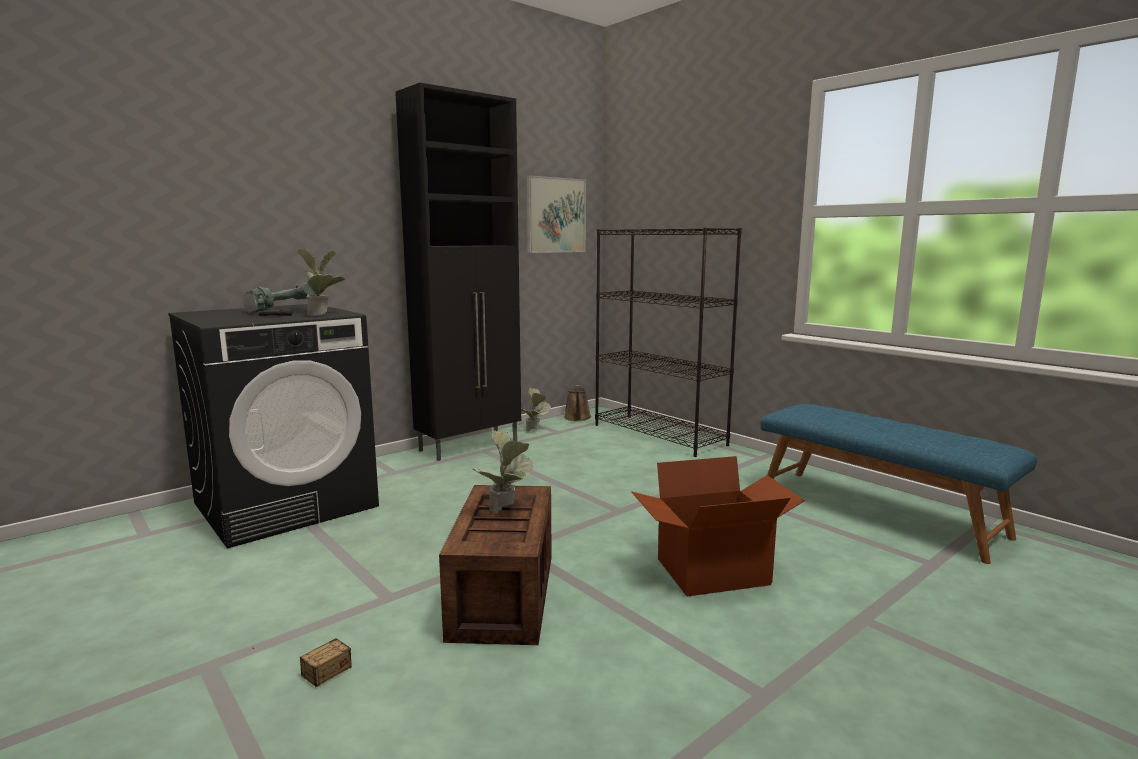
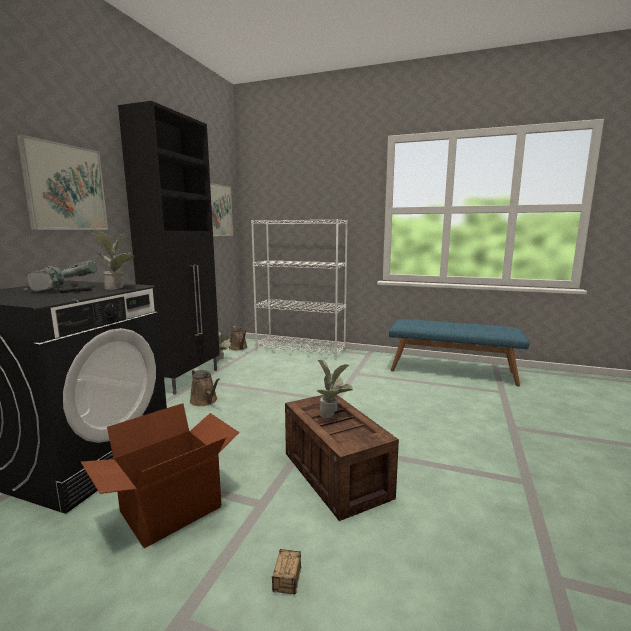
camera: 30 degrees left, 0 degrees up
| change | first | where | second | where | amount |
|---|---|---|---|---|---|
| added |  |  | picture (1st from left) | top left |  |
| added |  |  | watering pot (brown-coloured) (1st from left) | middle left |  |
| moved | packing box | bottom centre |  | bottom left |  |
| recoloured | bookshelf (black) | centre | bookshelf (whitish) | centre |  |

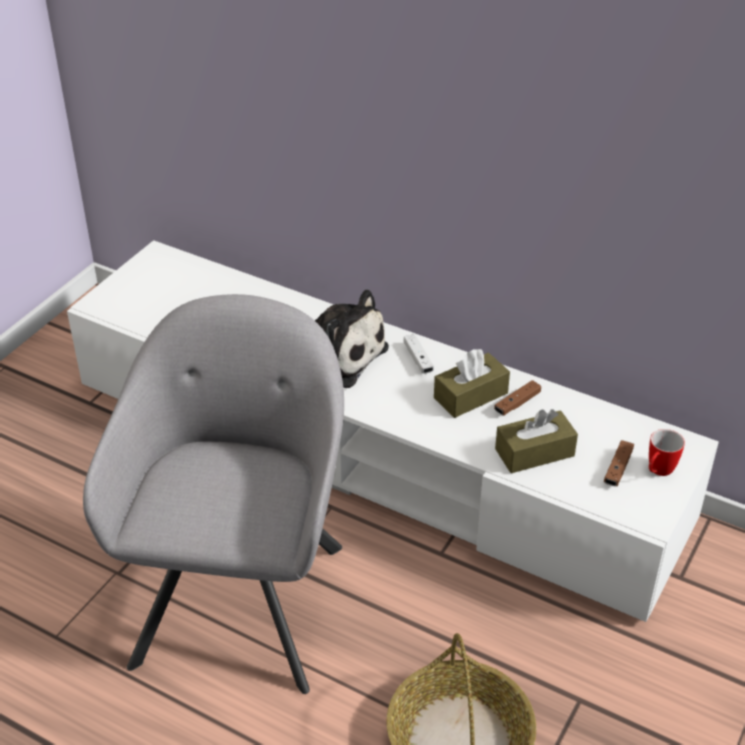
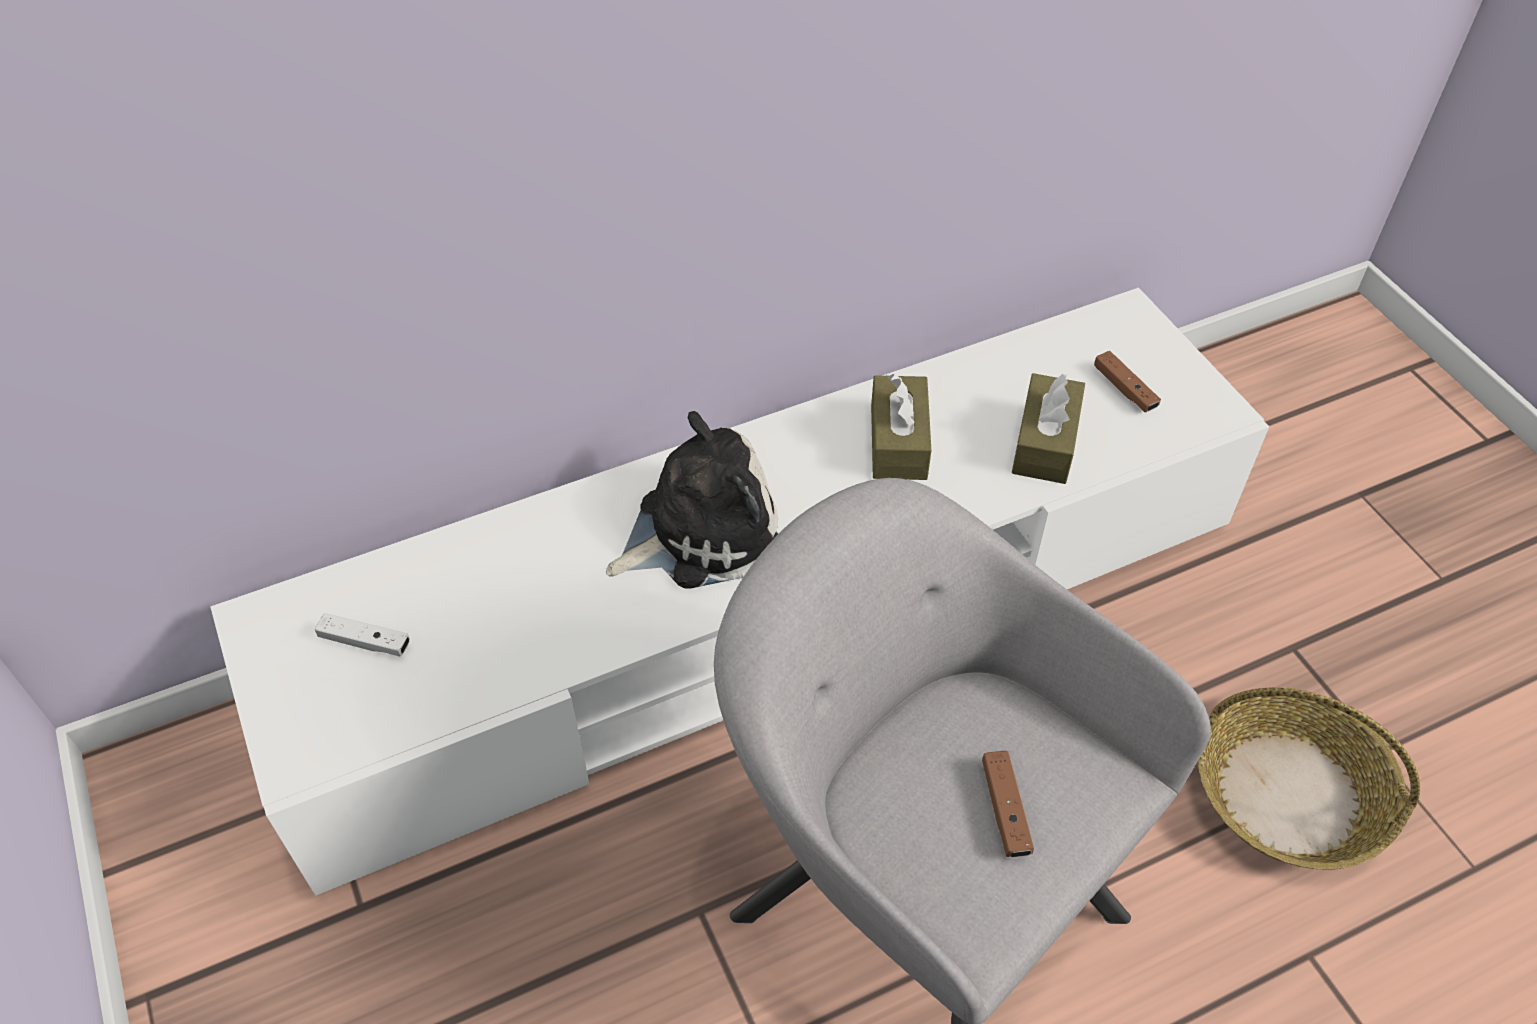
camera: 55 degrees left, 10 degrees up
| change | first | where | second | where | amount |
|---|---|---|---|---|---|
| removed | mug | middle right |  |  |  |
| moved | gamepad (whitish) | centre |  | middle left |  |
| moved | gamepad (brown-coloured) (1st from left) | middle right |  | bottom centre |  |

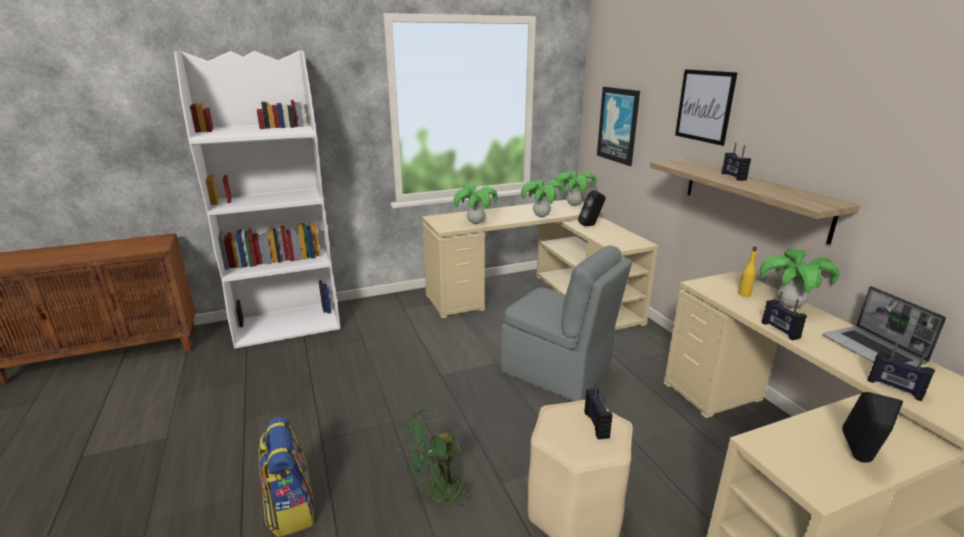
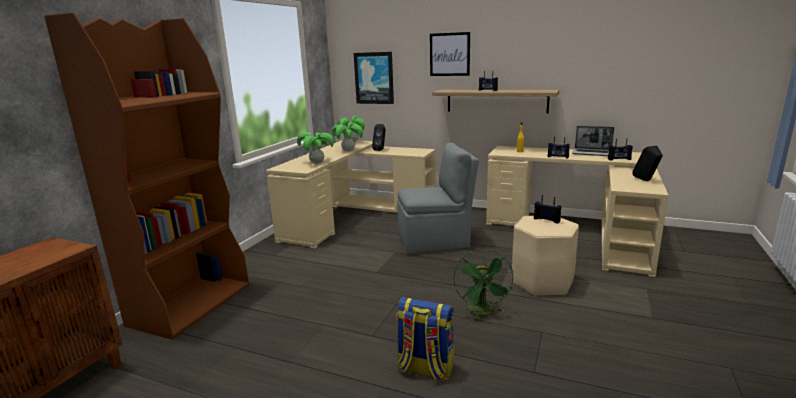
camera: 45 degrees left, 5 degrees down
| change | first | where | second | where | amount |
|---|---|---|---|---|---|
| removed | plant in a pot (4th from left) | middle right |  |  |  |
| recoloured | bookshelf (whitish) | middle left | bookshelf (brown-coloured) | middle left |  |

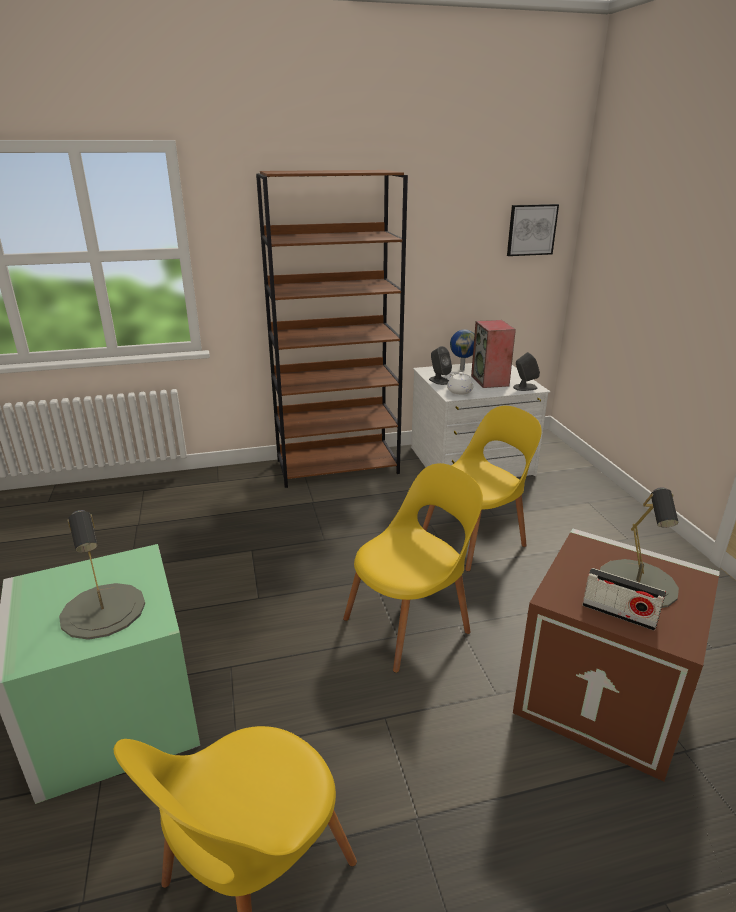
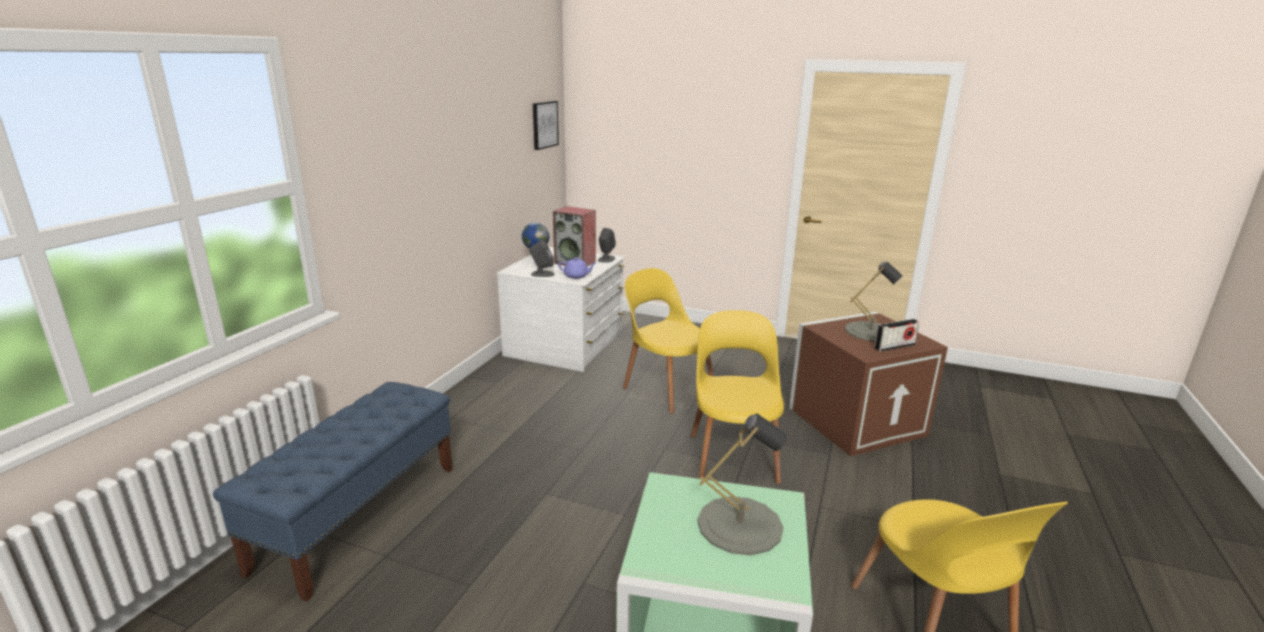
camera: 55 degrees left, 5 degrees down
| change | first | where | second | where | amount |
|---|---|---|---|---|---|
| removed | bookshelf (brown-coloured) | centre |  |  |  |
| added |  |  | long seat (blue) | bottom left |  |
| recoloured | teapot (whitish) | centre | teapot (purple-coloured) | centre |  |
| turned | upright chair (yellowish) (3rd from left in the first image) | centre | upright chair (yellowish) (1st from left) | centre | 45 degrees counterclockwise |

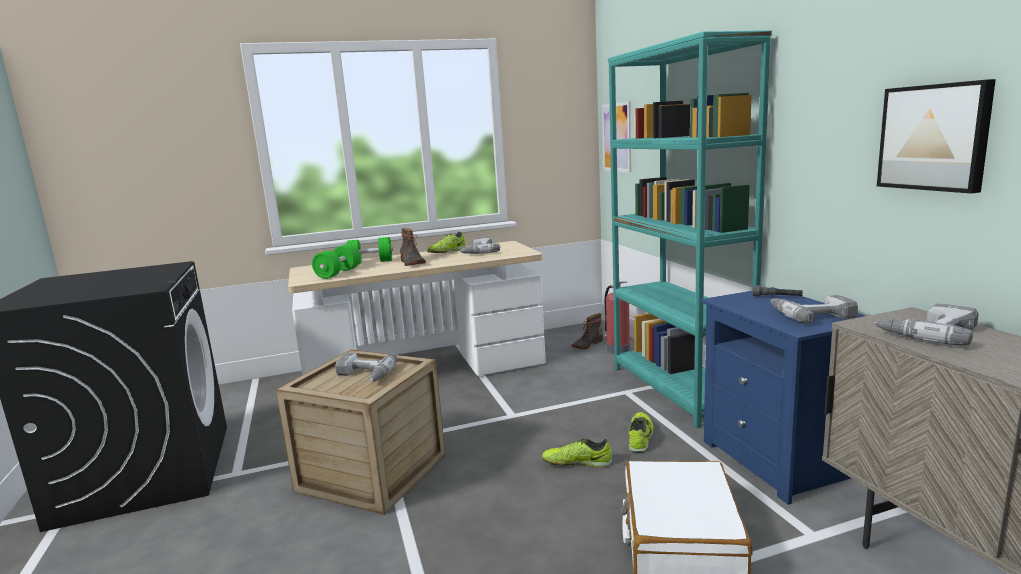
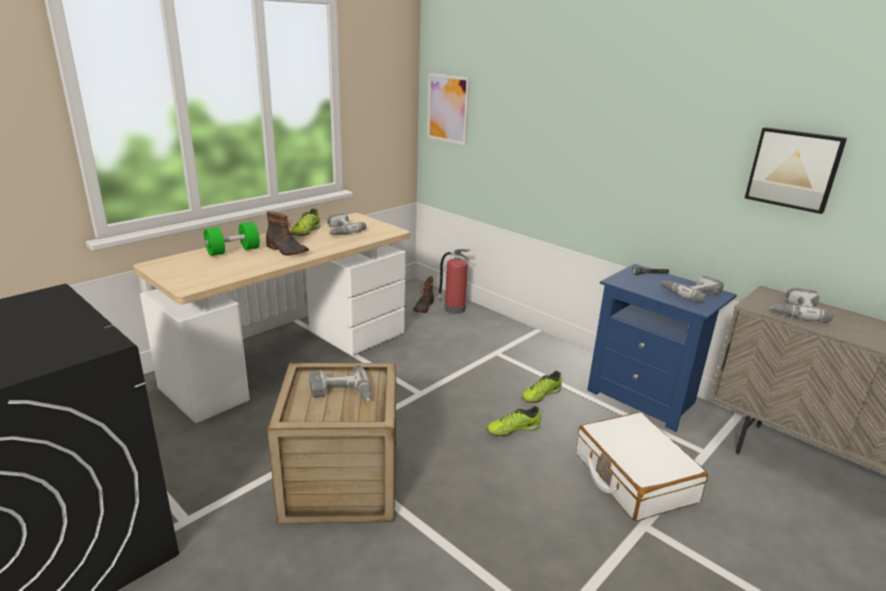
camera: 30 degrees left, 10 degrees up
| change | first | where | second | where | amount |
|---|---|---|---|---|---|
| removed | hand weight (green-coloured) (1st from left) | middle left |  |  |  |
| removed | bookshelf (blue-green) | middle right |  |  |  |
| turned | shoe (3rd from left) | bottom centre |  | centre | 120 degrees counterclockwise |

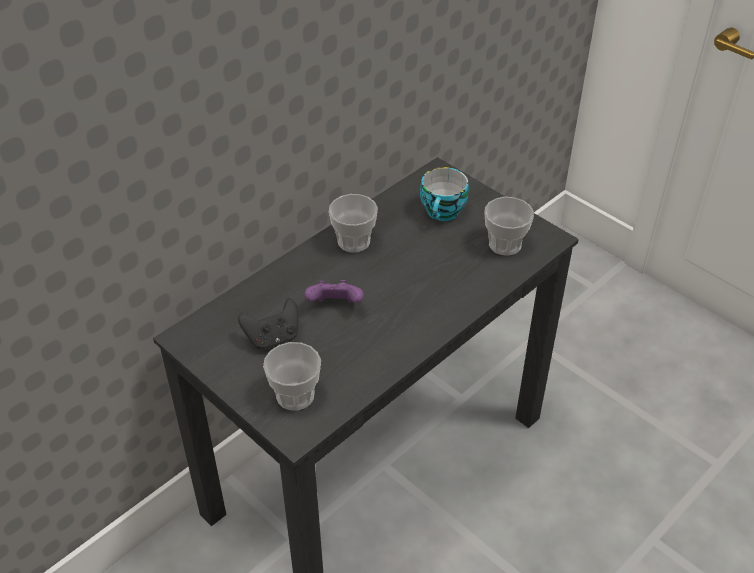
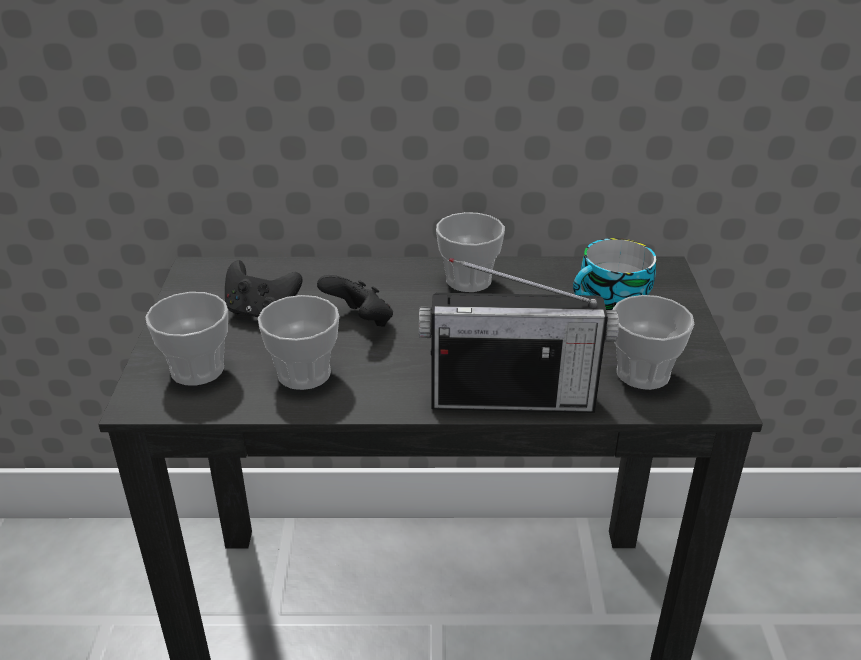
camera: 45 degrees right, 10 degrees down
| change | first | where | second | where | amount |
|---|---|---|---|---|---|
| added |  |  | small cup (2nd from left) | centre |  |
| added |  |  | radio receiver | centre |  |
| recoloured | gamepad (purple-coloured) | centre | gamepad (black) (2nd from left) | centre |  |

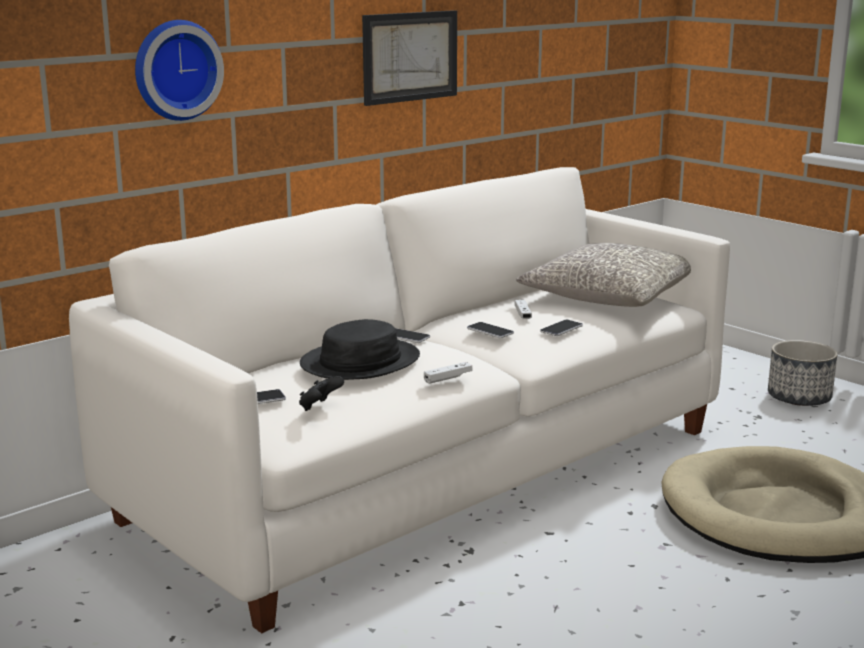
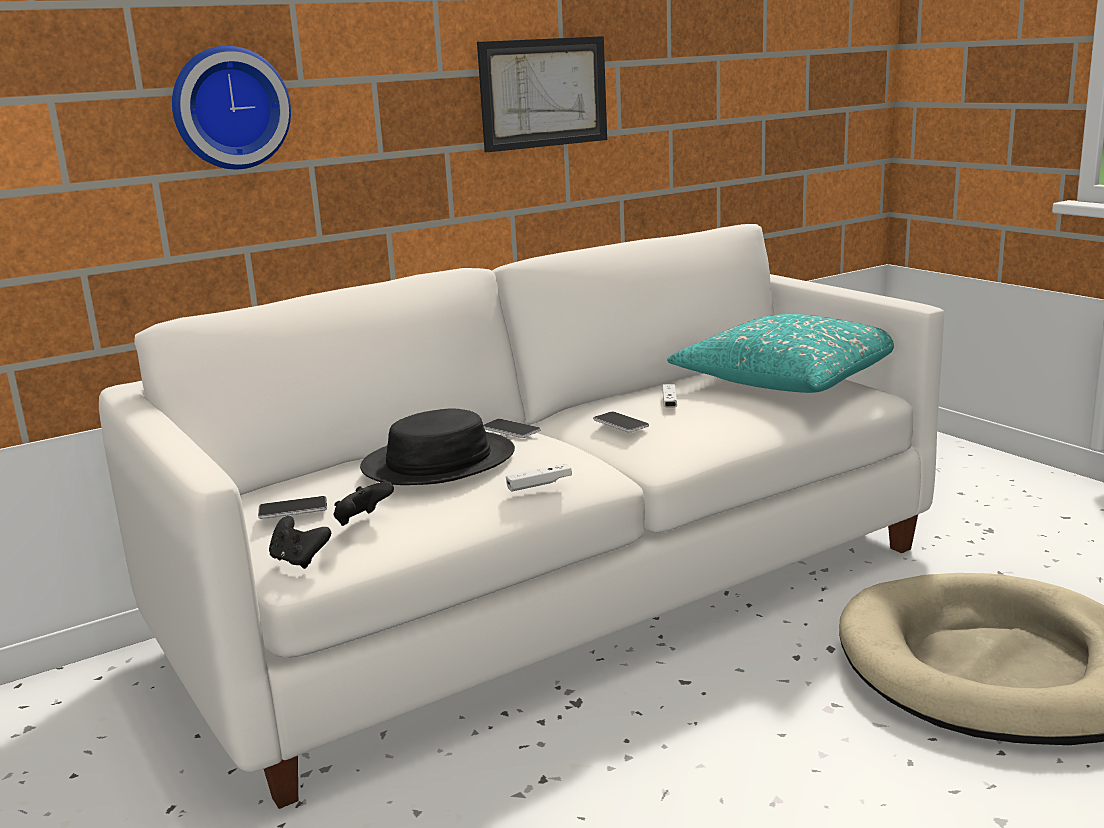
camera: 10 degrees right, 0 degrees up
| change | first | where | second | where | amount |
|---|---|---|---|---|---|
| removed | handset (4th from left) | centre |  |  |  |
| removed | plant pot | middle right |  |  |  |
| added |  |  | gamepad (black) (1st from left) | middle left |  |
| recoloured | cushion (greyish) | middle right | cushion (blue-green) | middle right |  |

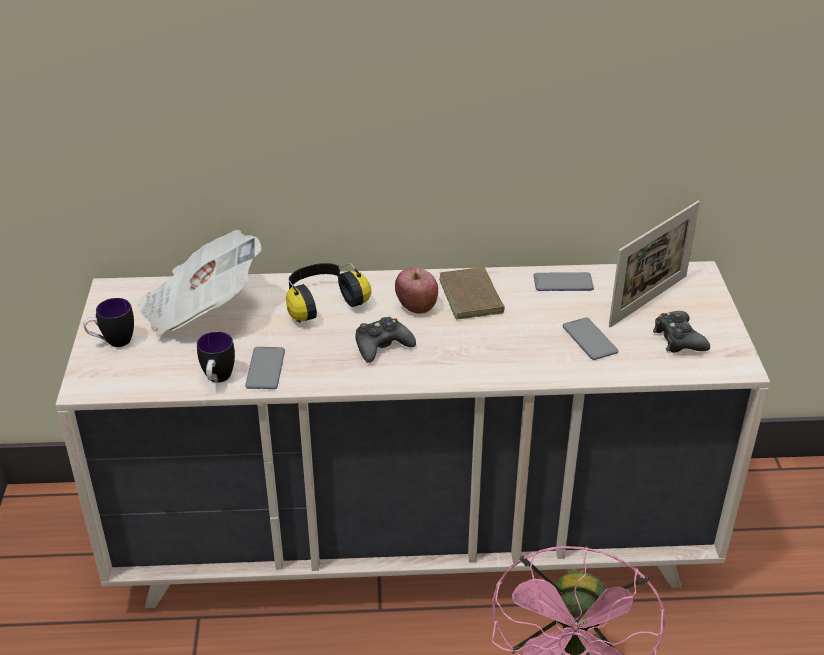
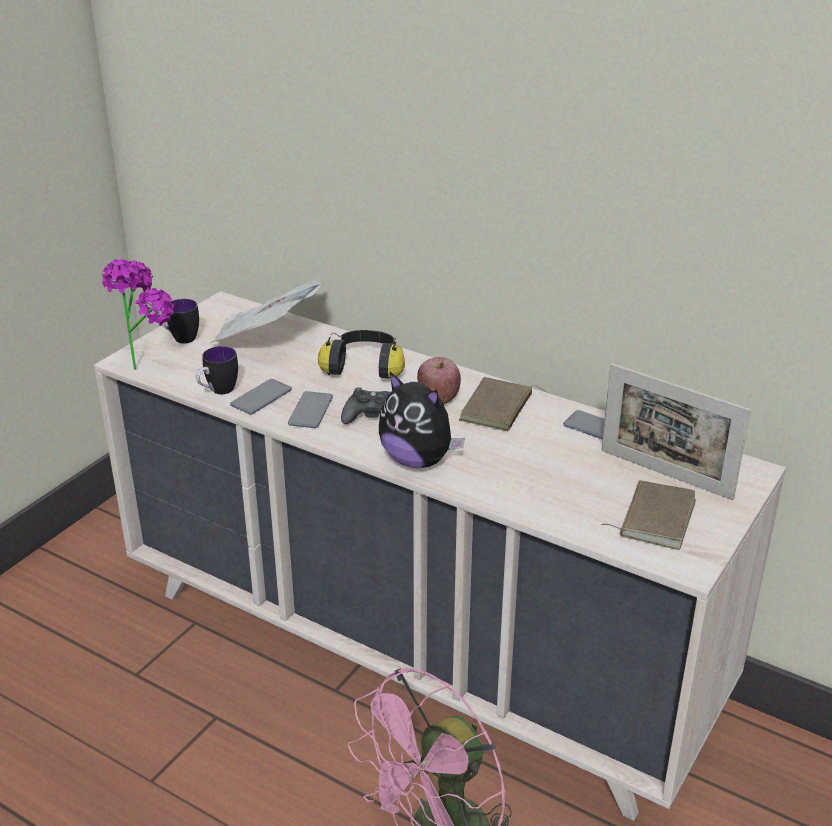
camera: 35 degrees right, 5 degrees down
| change | first | where | second | where | amount |
|---|---|---|---|---|---|
| added |  |  | plant in a pot | middle left |  |
| added |  |  | soft toy | centre |  |
| moved | handset (3rd from left in the first image) | middle right | handset (2nd from left) | centre |  |
| replaced | gamepad (black) (2nd from left) | middle right | volume (brown-coloured) (2nd from left) | middle right |  |
| turned | photo frame | middle right |  | middle right | 45 degrees clockwise |

